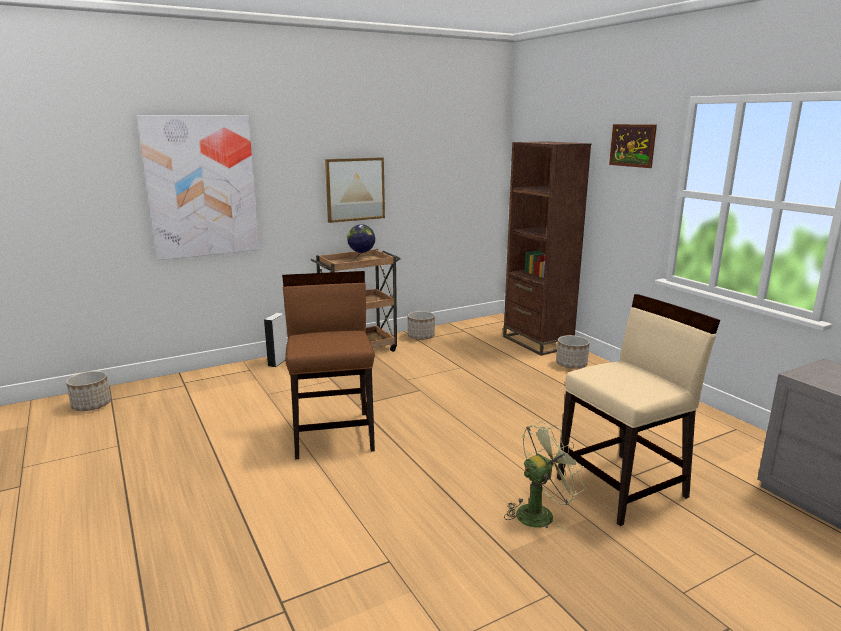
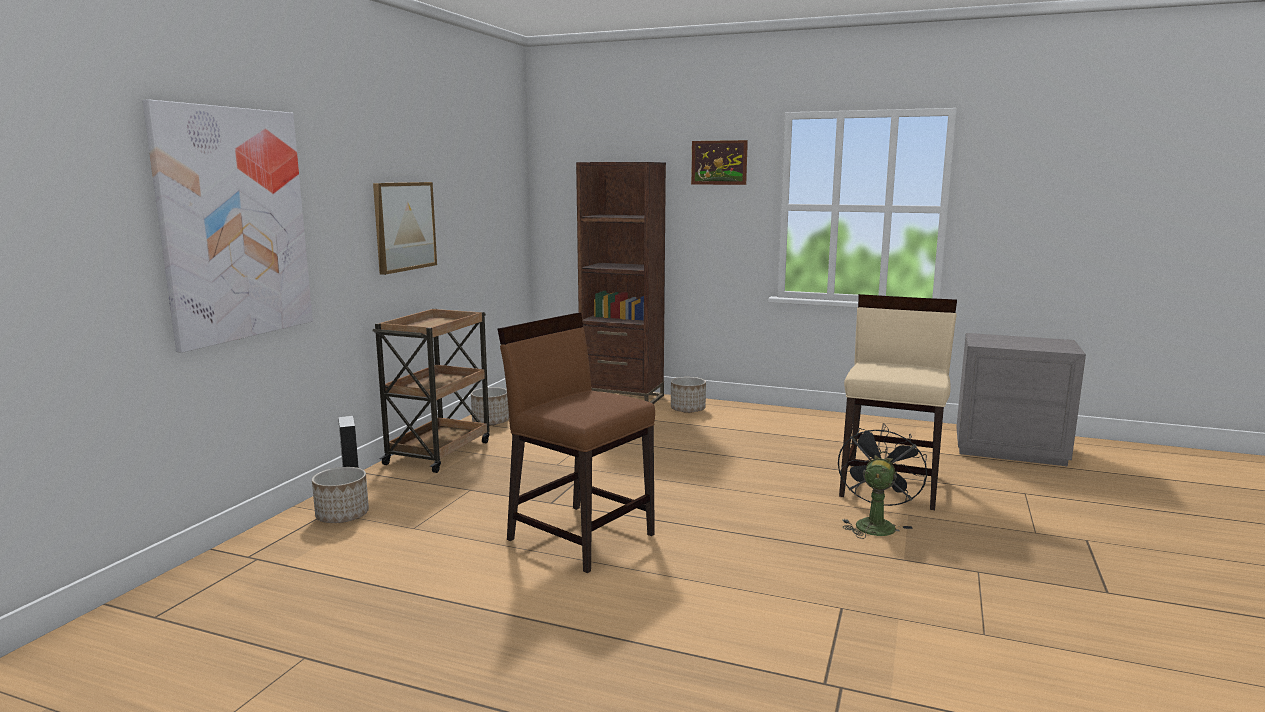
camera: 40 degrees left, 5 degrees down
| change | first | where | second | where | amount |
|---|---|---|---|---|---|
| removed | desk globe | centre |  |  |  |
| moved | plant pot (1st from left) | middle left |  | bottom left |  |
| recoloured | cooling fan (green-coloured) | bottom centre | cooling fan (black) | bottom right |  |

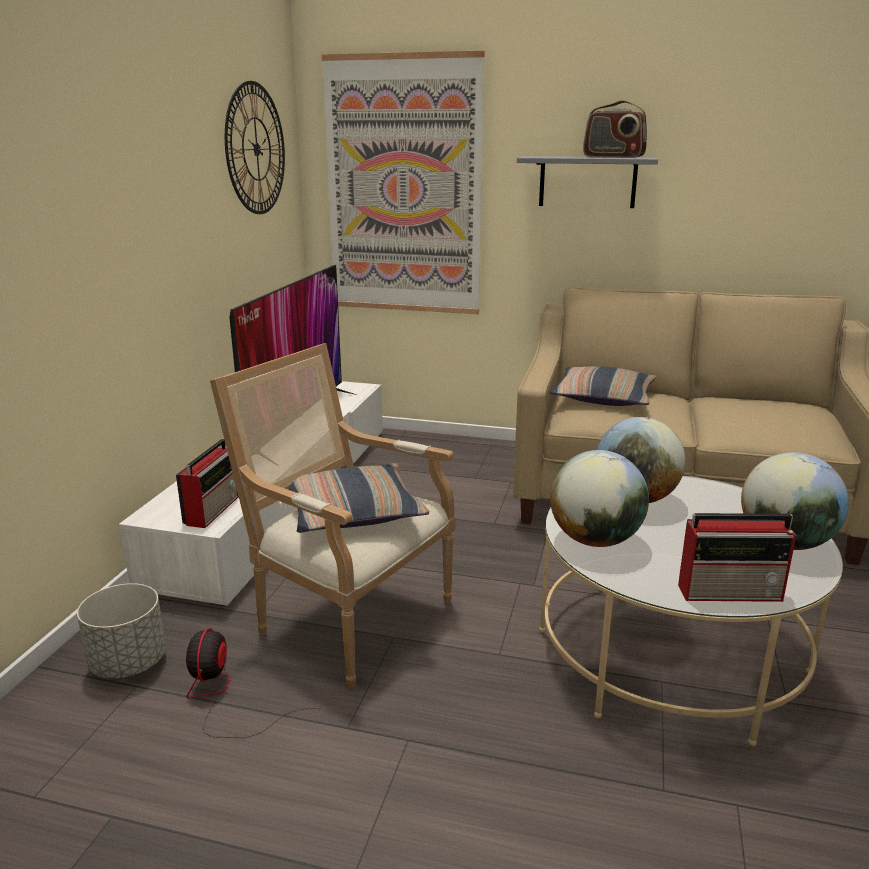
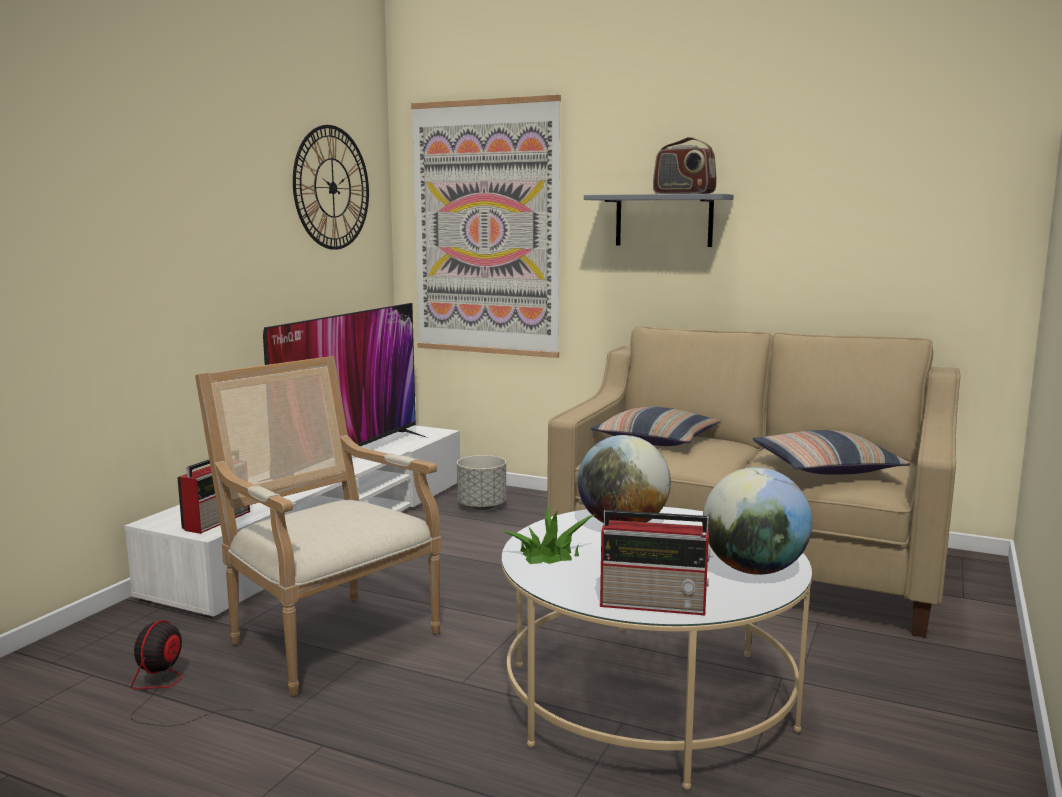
camera: 10 degrees right, 10 degrees down
| change | first | where | second | where | amount |
|---|---|---|---|---|---|
| moved | plant pot (greyish) | bottom left |  | centre |  |
| moved | cushion (1st from left in the first image) | centre | cushion (2nd from left) | middle right |  |
| replaced | desk globe (1st from left) | middle right | plant in a pot | bottom centre |  |

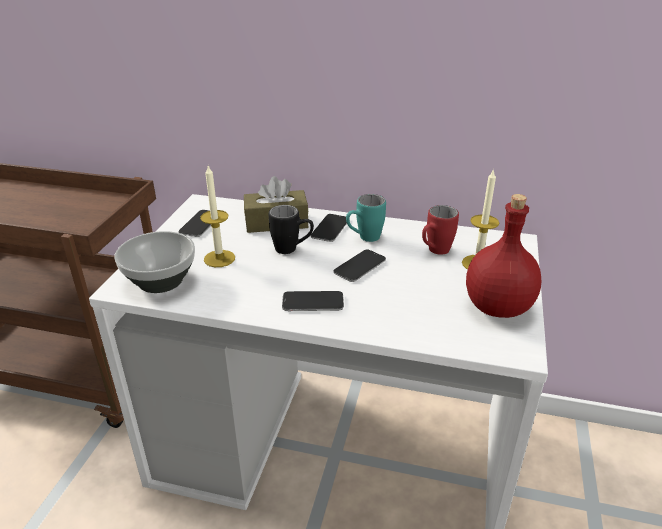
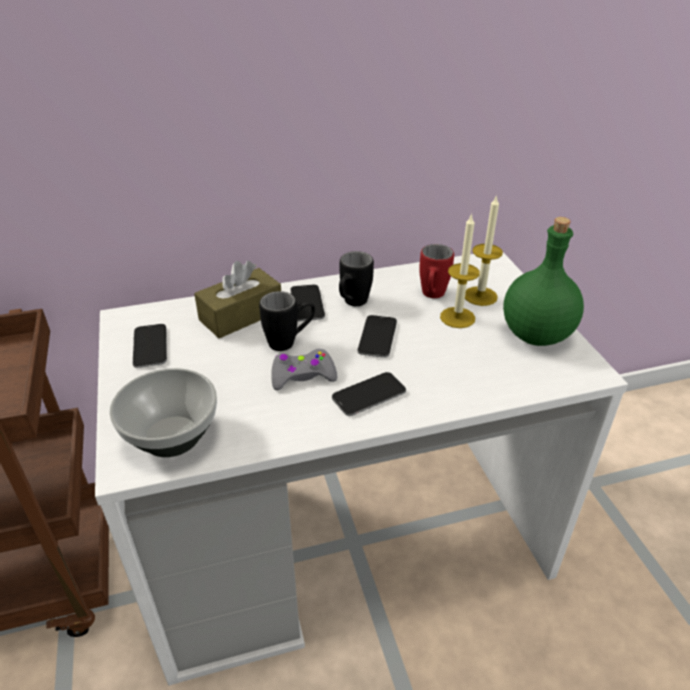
camera: 30 degrees left, 5 degrees up
| change | first | where | second | where | amount |
|---|---|---|---|---|---|
| added |  |  | gamepad (greyish) | centre |  |
| moved | wax candle (1st from left) | middle left |  | middle right |  |
| recoloured | mug (blue-green) | centre | mug (black) (2nd from left) | centre |  |
| recoloured | bottle (red-coloured) | middle right | bottle (green-coloured) | middle right |  |

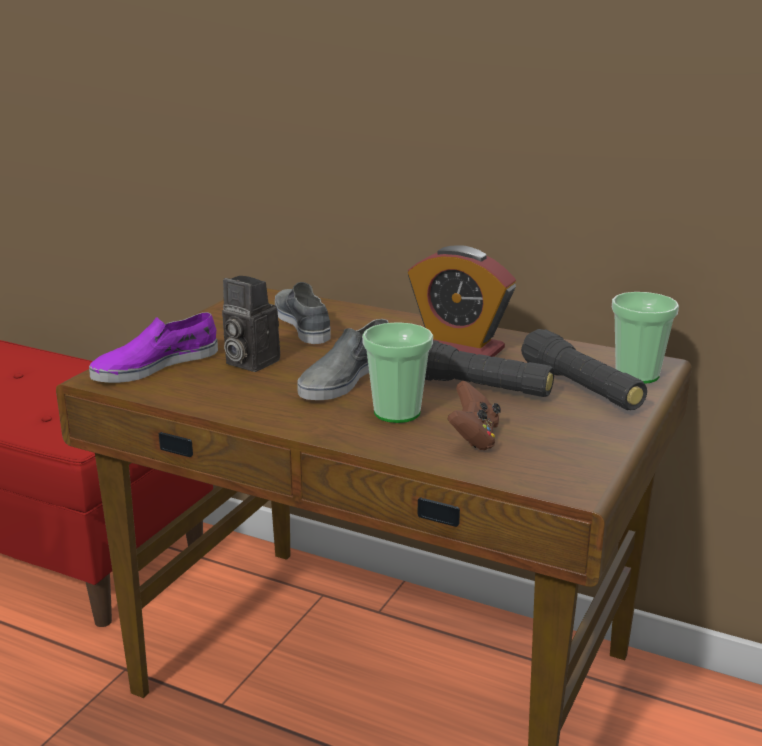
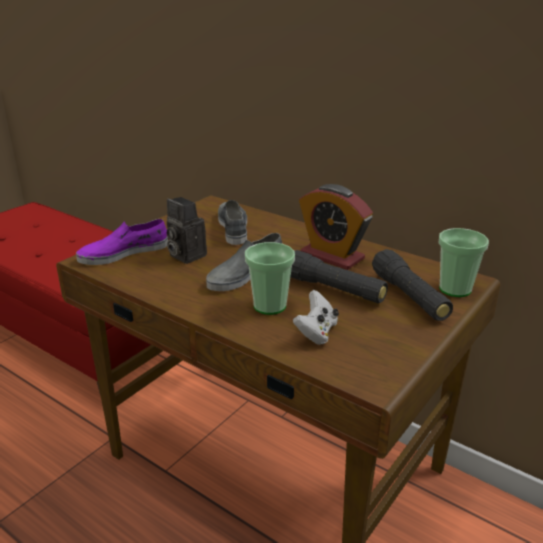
camera: 10 degrees right, 5 degrees up
| change | first | where | second | where | amount |
|---|---|---|---|---|---|
| recoloured | gamepad (brown-coloured) | centre | gamepad (whitish) | centre |  |

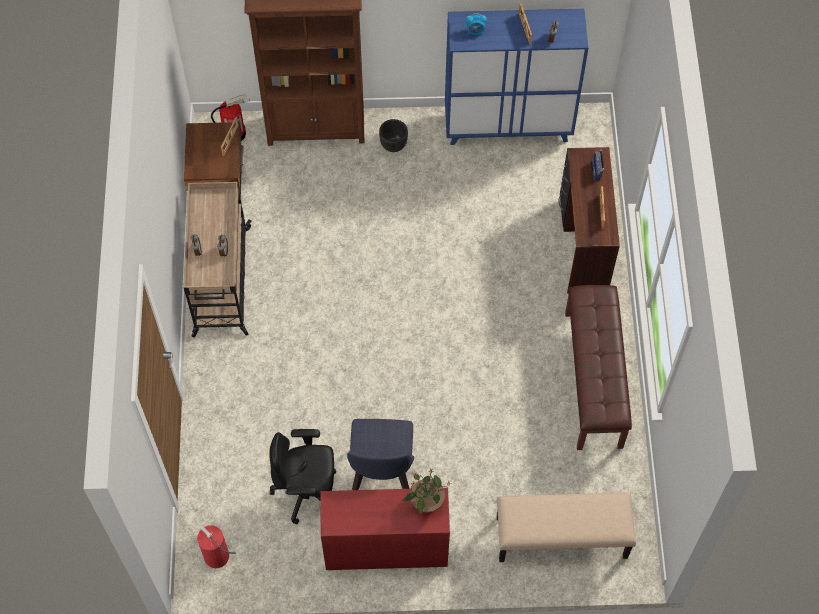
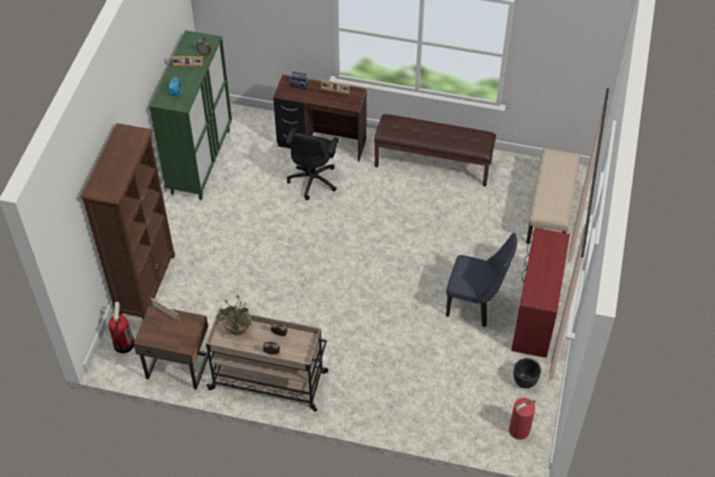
camera: 75 degrees left, 10 degrees down
| change | first | where | second | where | amount |
|---|---|---|---|---|---|
| moved | computer chair (black) | bottom centre |  | centre |  |
| moved | plant pot (black) | top centre |  | bottom right |  |
| moved | plant in a pot | bottom centre |  | middle left |  |
| recoloured | storage cabinet (blue) | top centre | storage cabinet (green-coloured) | top left |  |

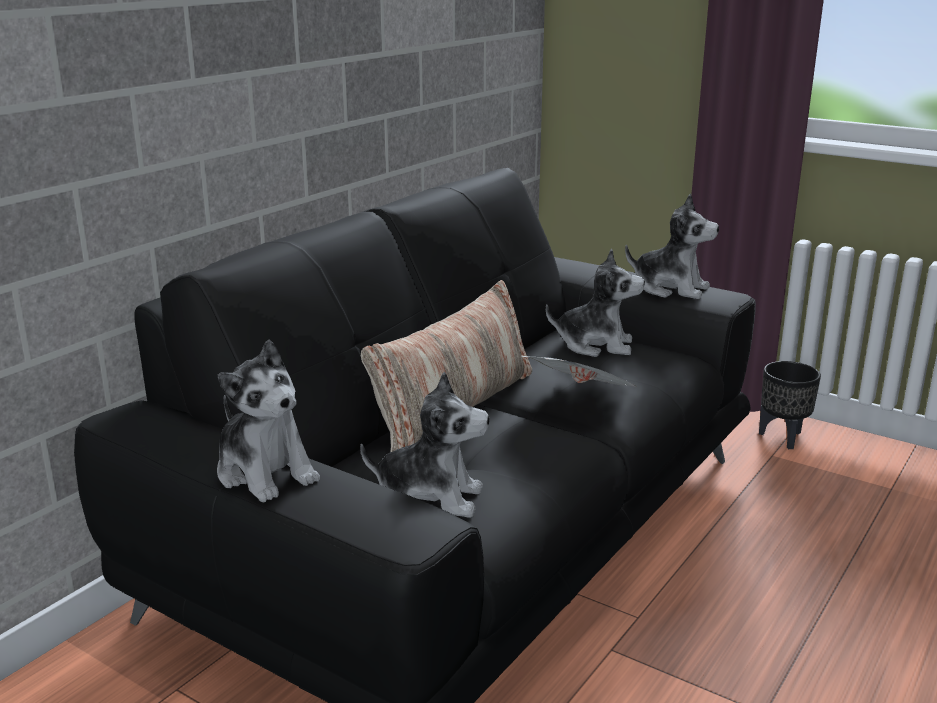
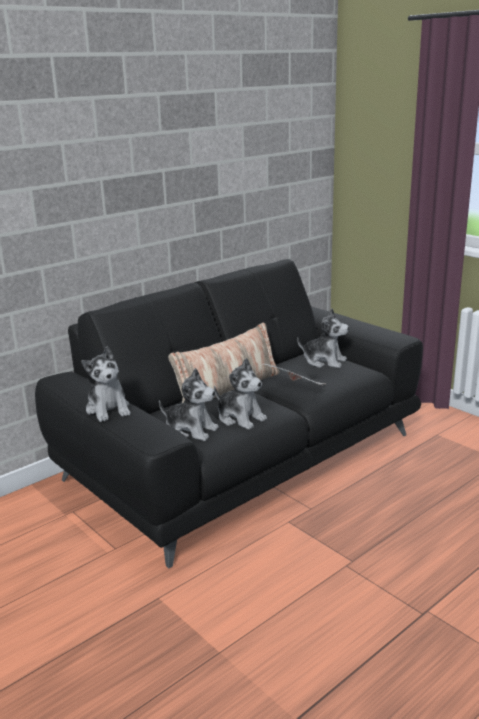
camera: 15 degrees right, 0 degrees up
| change | first | where | second | where | amount |
|---|---|---|---|---|---|
| removed | plant pot (black) | middle right |  |  |  |
| moved | soft toy (4th from left in the first image) | middle right | soft toy (3rd from left) | centre |  |

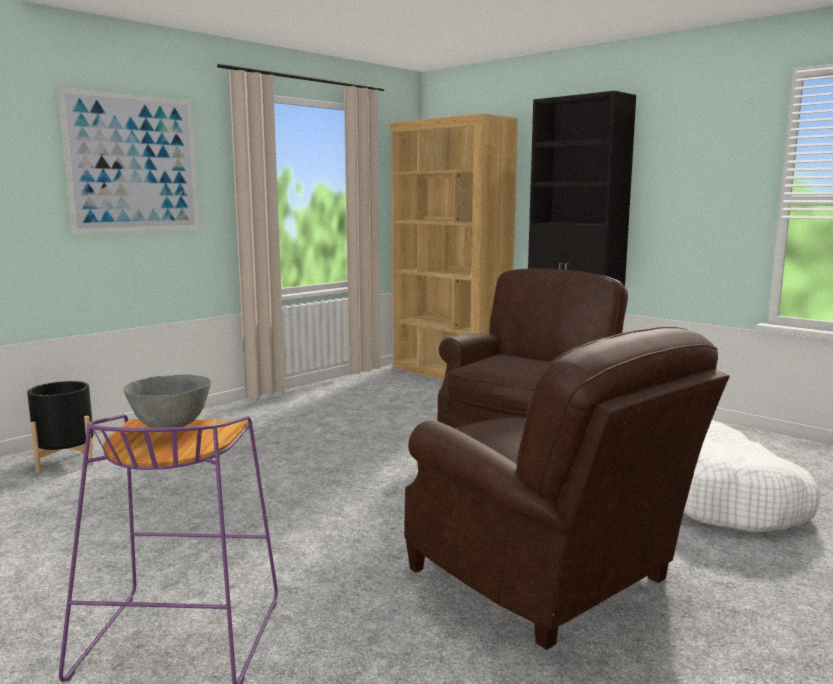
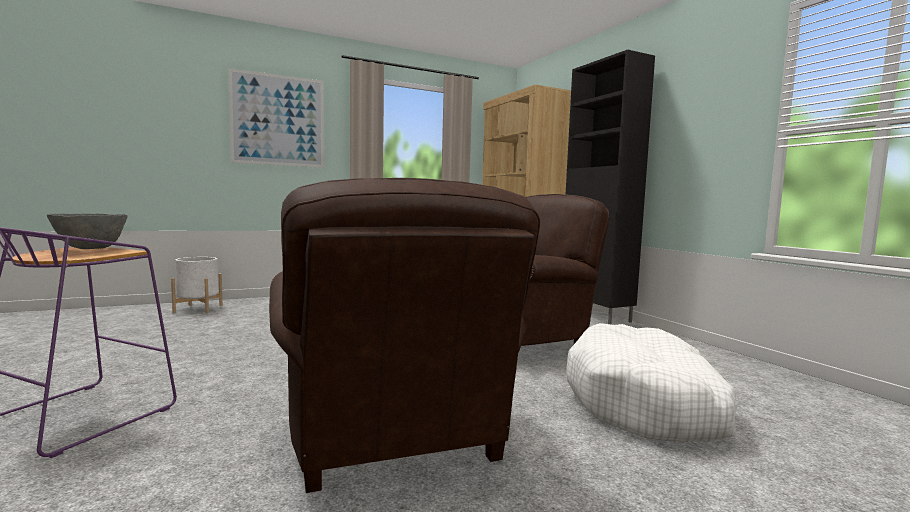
camera: 20 degrees right, 5 degrees down
| change | first | where | second | where | amount |
|---|---|---|---|---|---|
| recoloured | plant pot (black) | middle left | plant pot (whitish) | middle left |  |

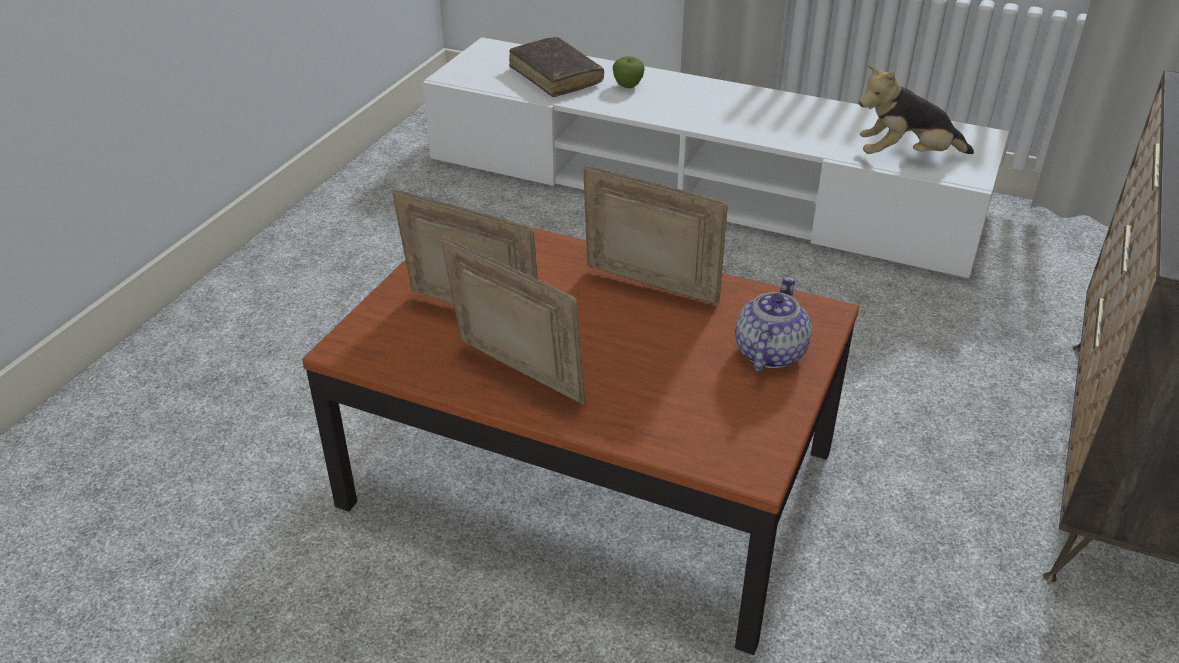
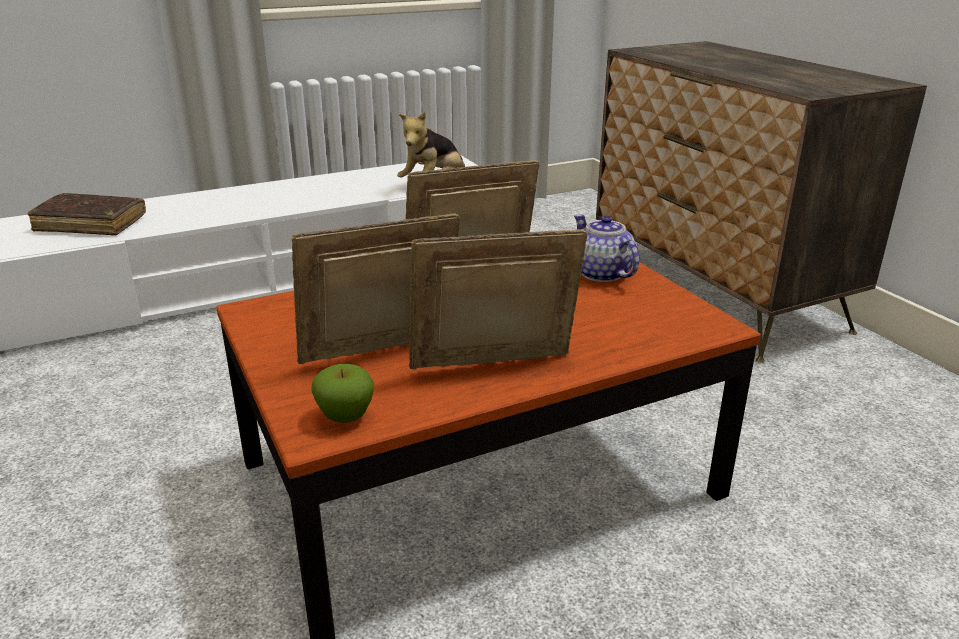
camera: 50 degrees left, 10 degrees down
| change | first | where | second | where | amount |
|---|---|---|---|---|---|
| moved | apple | top centre |  | centre |  |

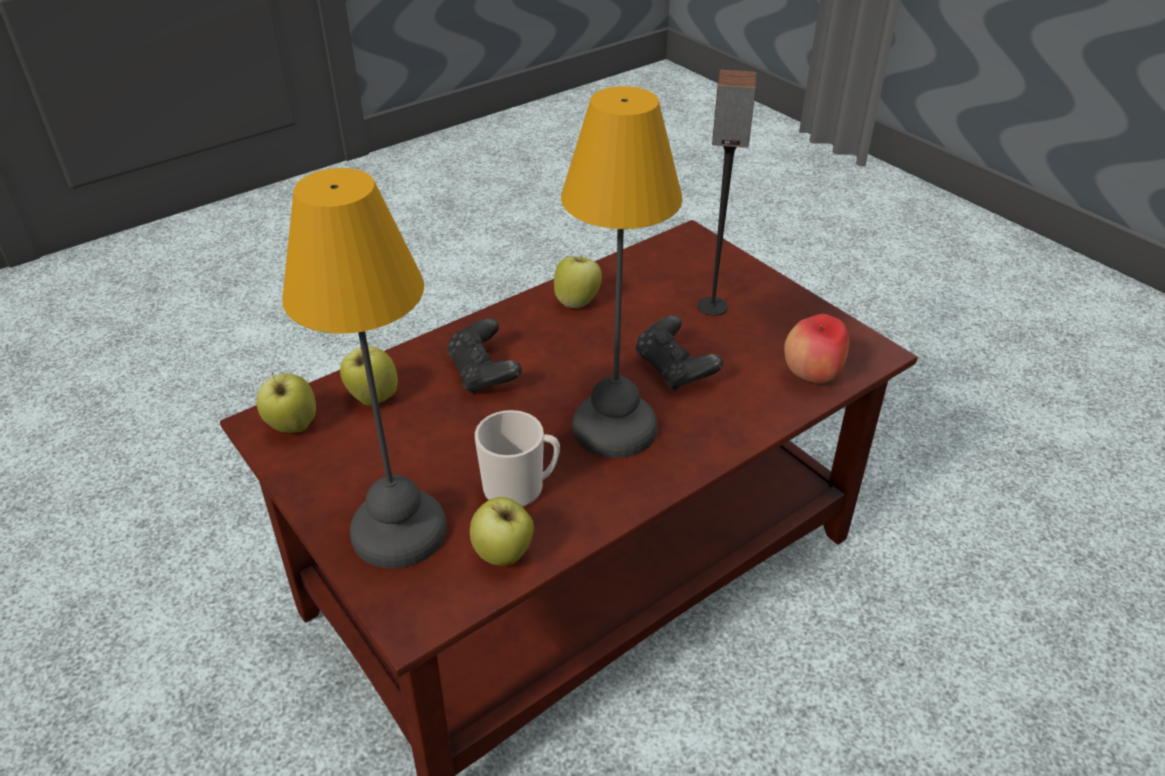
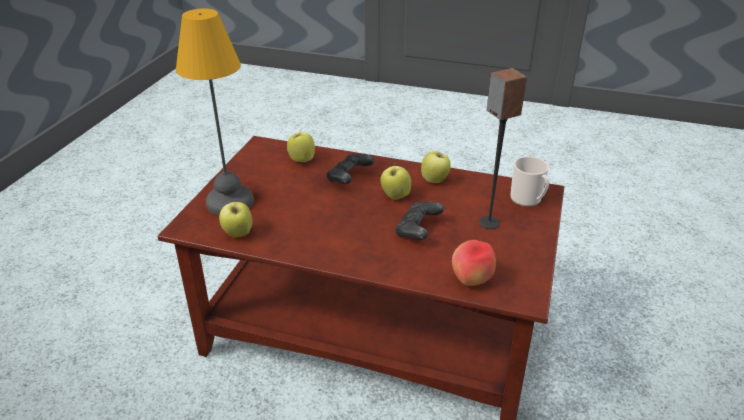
camera: 55 degrees right, 5 degrees down
| change | first | where | second | where | amount |
|---|---|---|---|---|---|
| removed | tabletop lamp (2nd from left) | centre |  |  |  |
| moved | apple (1st from left in the first image) | middle left | apple (3rd from left) | centre |  |
| moved | mug | centre |  | middle right |  |

